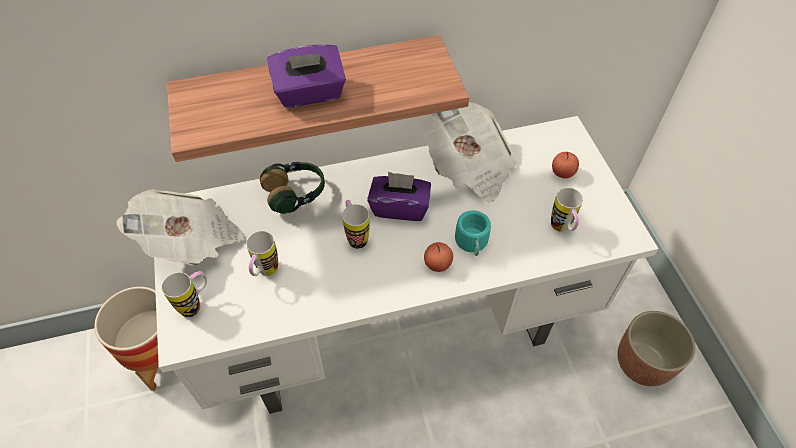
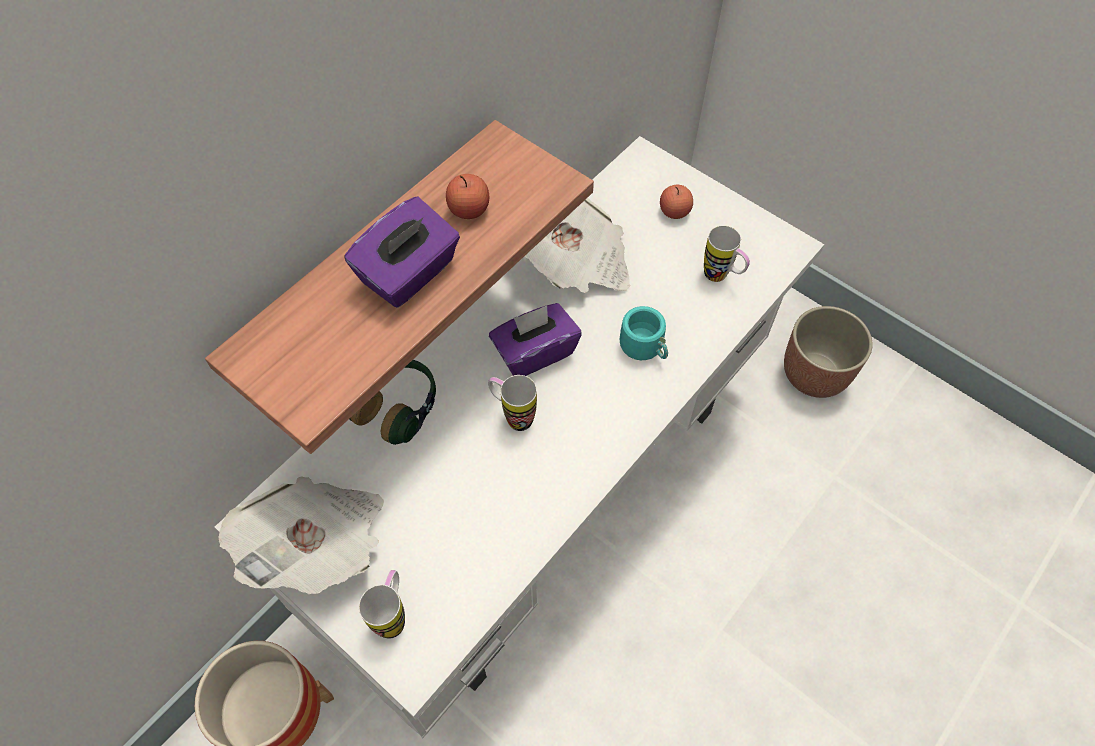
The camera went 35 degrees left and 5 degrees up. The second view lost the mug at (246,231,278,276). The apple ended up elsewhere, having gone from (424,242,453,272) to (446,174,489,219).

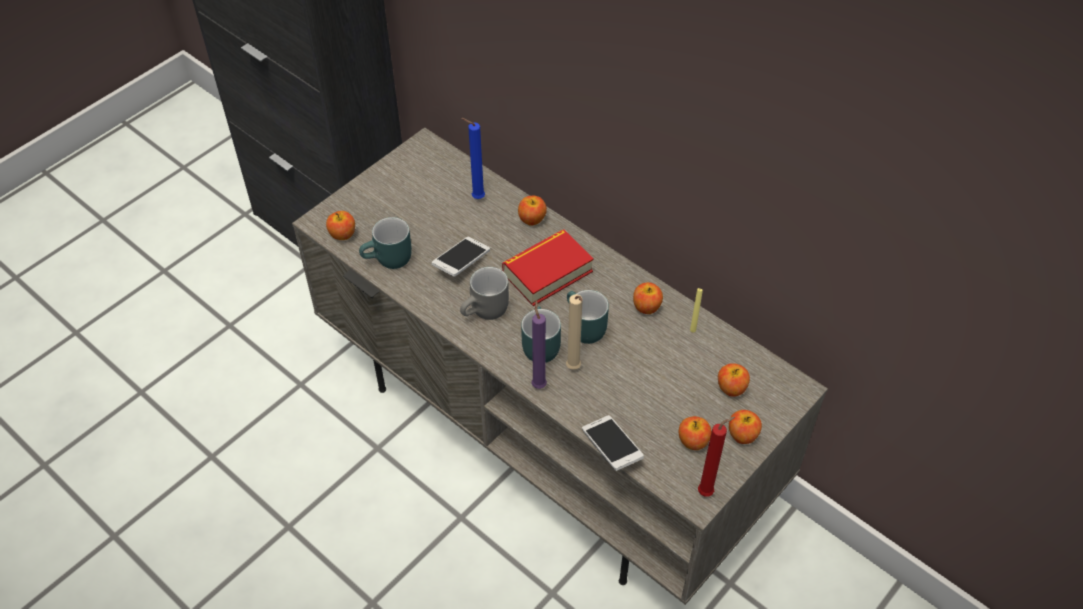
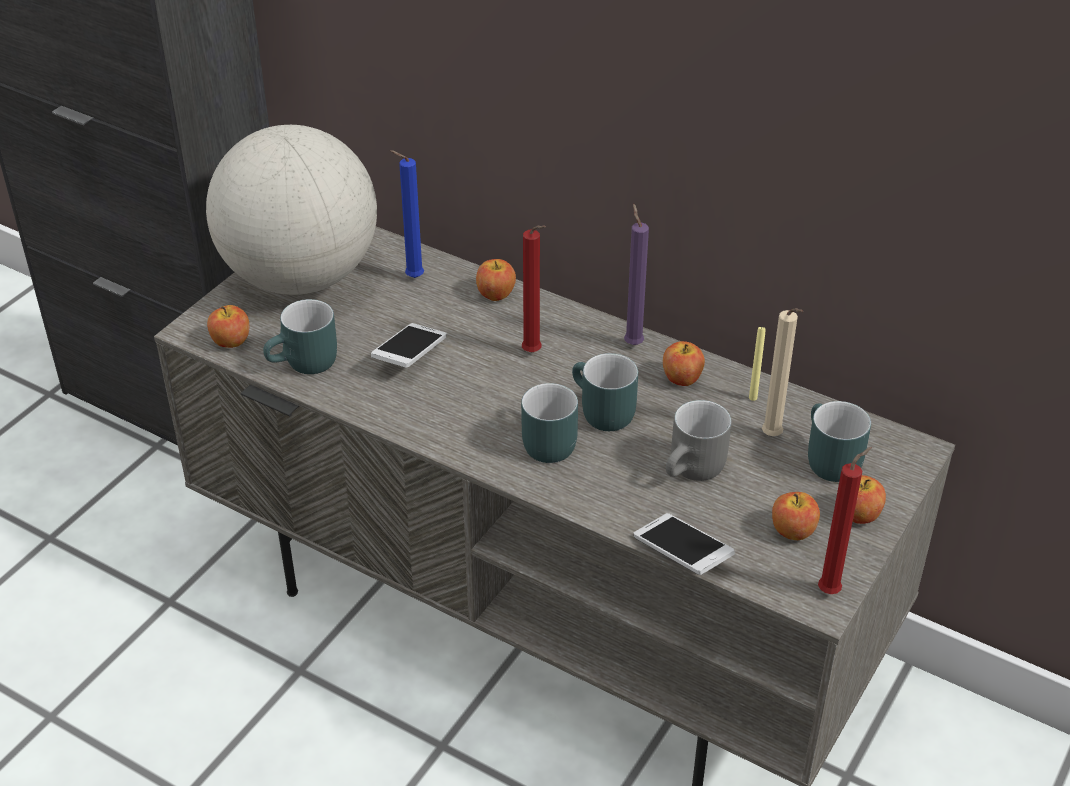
The camera went 10 degrees left and 10 degrees down. The mug (grey) ended up elsewhere, having gone from (460,267,509,320) to (666,400,732,481). Where the book stood at (502,230,594,306), the candle (red) came to stand at (522,226,546,352). The candle (purple) ended up elsewhere, having gone from (531,300,547,389) to (624,203,649,345). The candle (beige) ended up elsewhere, having gone from (566,294,583,370) to (762,308,803,436). Where the apple stood at (718,363,750,397), the mug (turquoise) came to stand at (808,401,871,482). The second view gained the globe at (206,125,377,295).

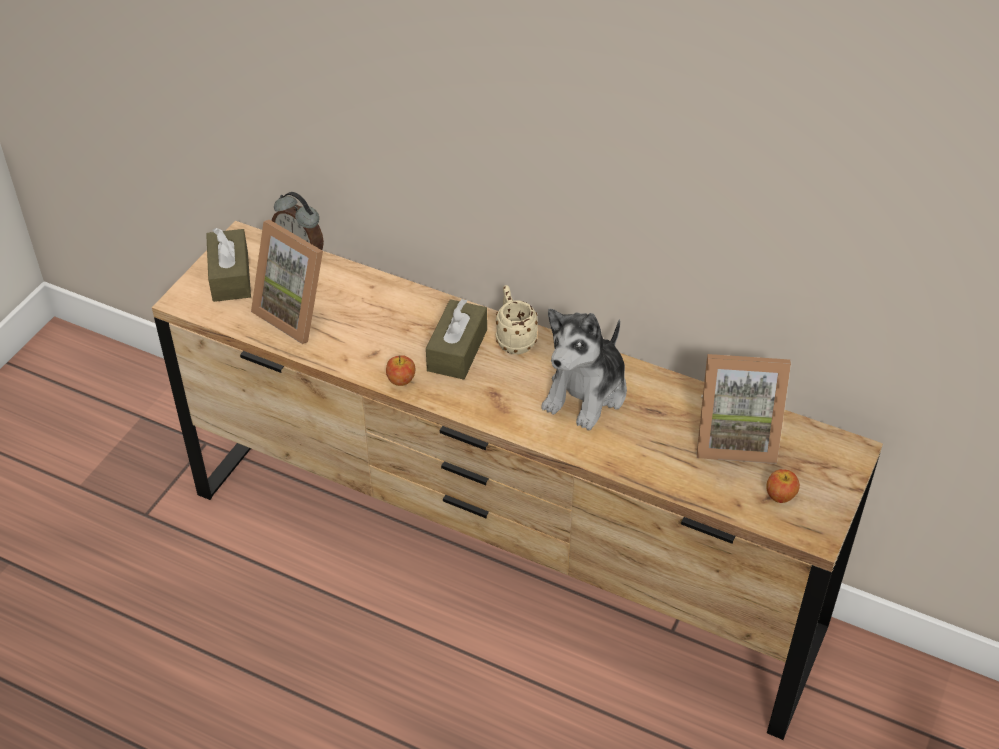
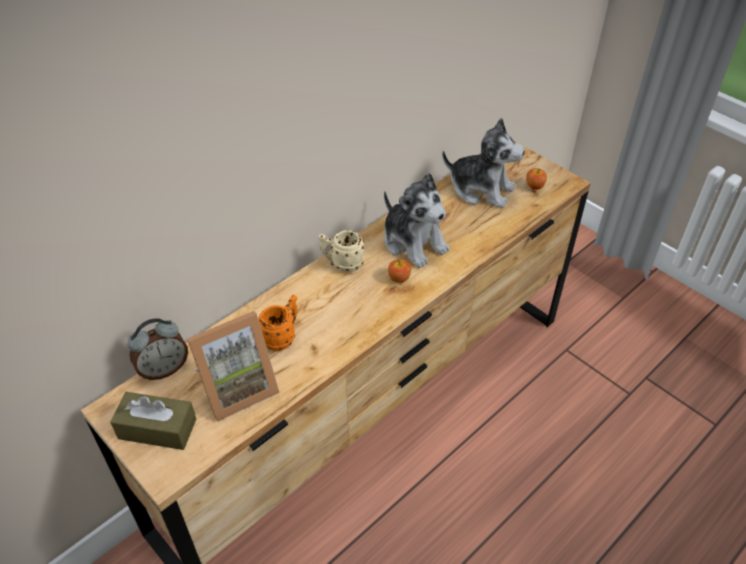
The camera went 70 degrees left and 0 degrees up. The apple ended up elsewhere, having gone from (386,355,416,386) to (388,259,411,283). The second view lost the tissue box (brown) at (426,299,487,380). Where the picture frame stood at (697,354,791,464), the plush toy came to stand at (442,117,525,208). The second view gained the mug (orange) at (258,295,298,351).

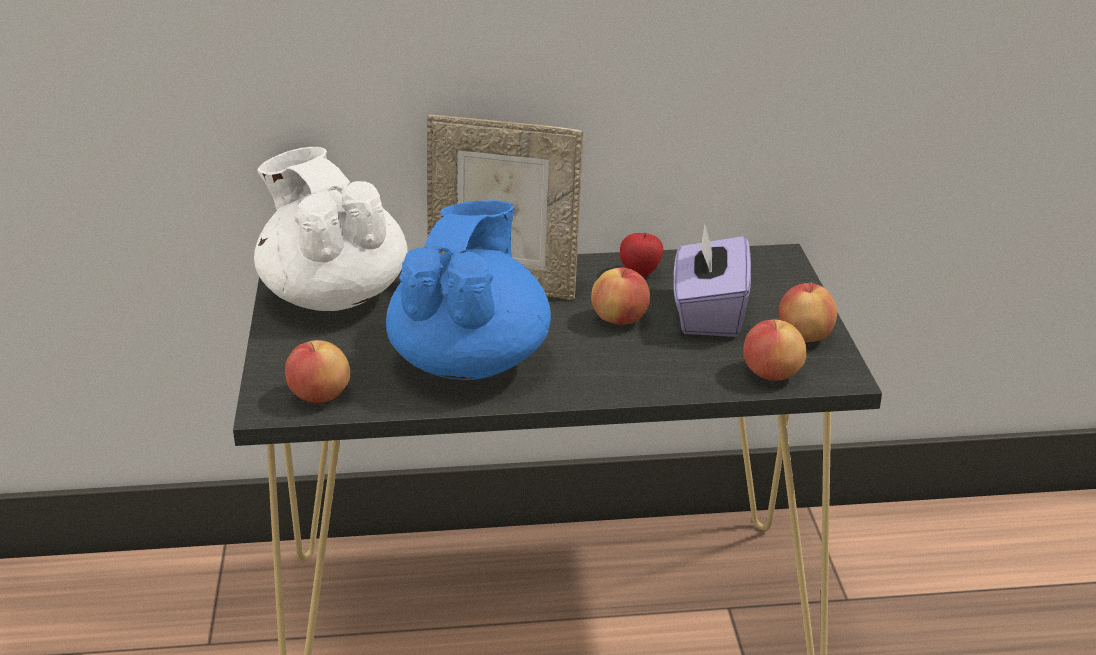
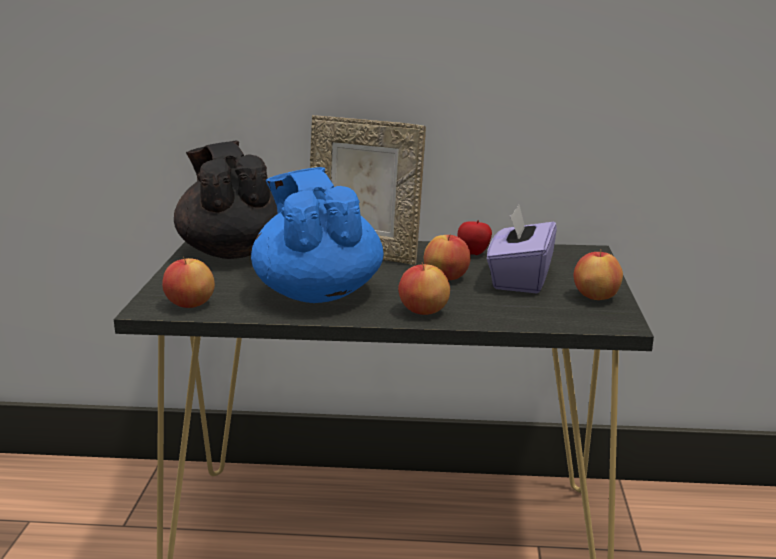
The camera went 10 degrees right and 10 degrees down. What was the teapot (white) at (254,147,408,311) turned into the teapot (black) at (174,141,277,259). The teapot (blue) at (386,200,551,380) ended up facing another way, 45 degrees counterclockwise from before. The apple ended up elsewhere, having gone from (743,319,807,381) to (398,263,450,315).

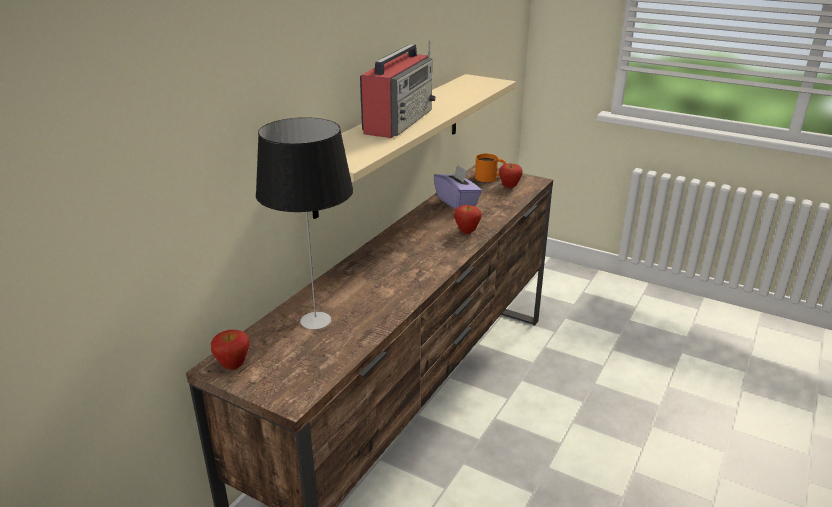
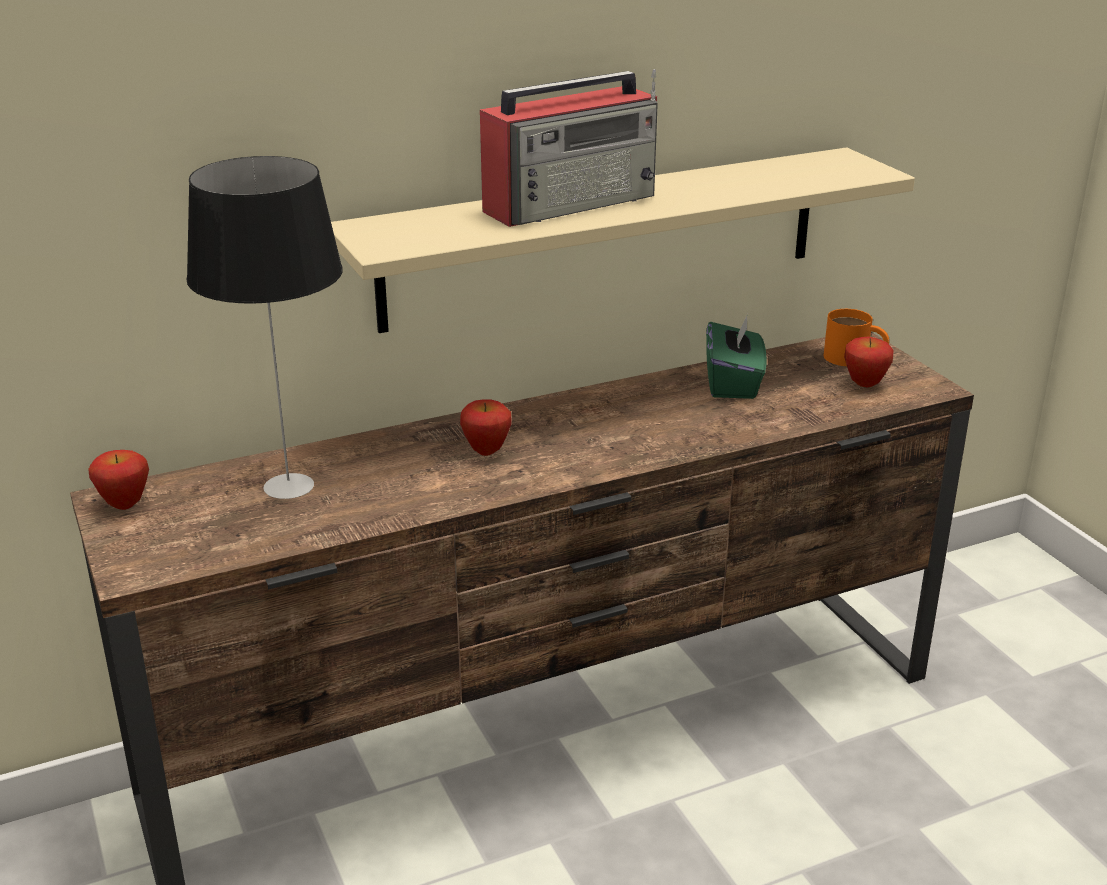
The camera went 35 degrees right and 0 degrees up. What was the tissue box (purple) at (434,165,482,209) turned into the tissue box (green) at (706,314,767,399). The apple ended up elsewhere, having gone from (454,205,482,234) to (460,399,511,456).

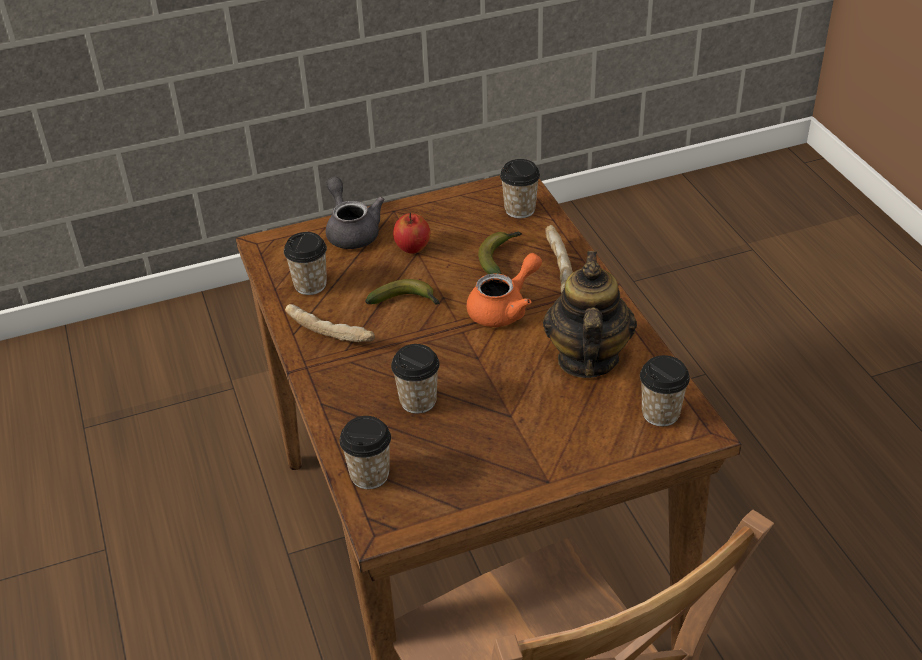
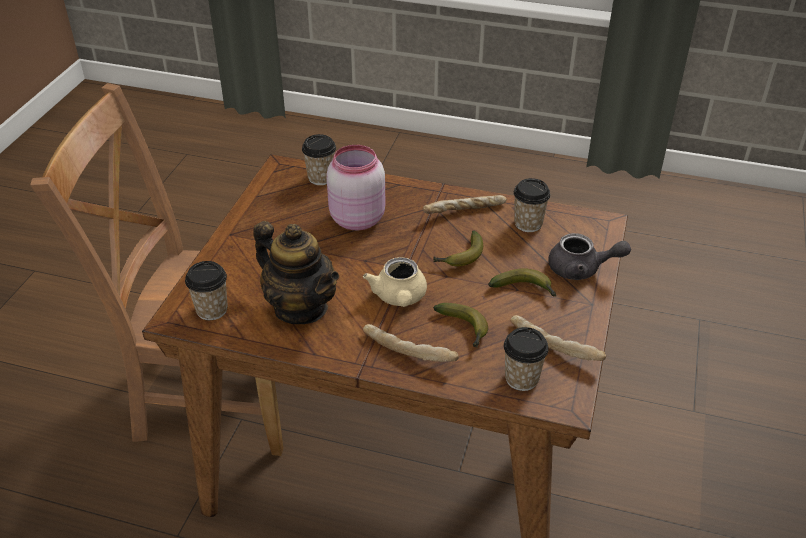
The camera went 125 degrees right and 0 degrees up. Where the cup stood at (391,344,440,414), the jar (pink) came to stand at (326,145,385,230). Where the apple stood at (393,212,430,254), the banana came to stand at (488,268,556,297). What was the teapot (orange) at (467,253,542,327) turned into the teapot (beige) at (363,257,427,307). The second view gained the bread at (511,315,606,361).

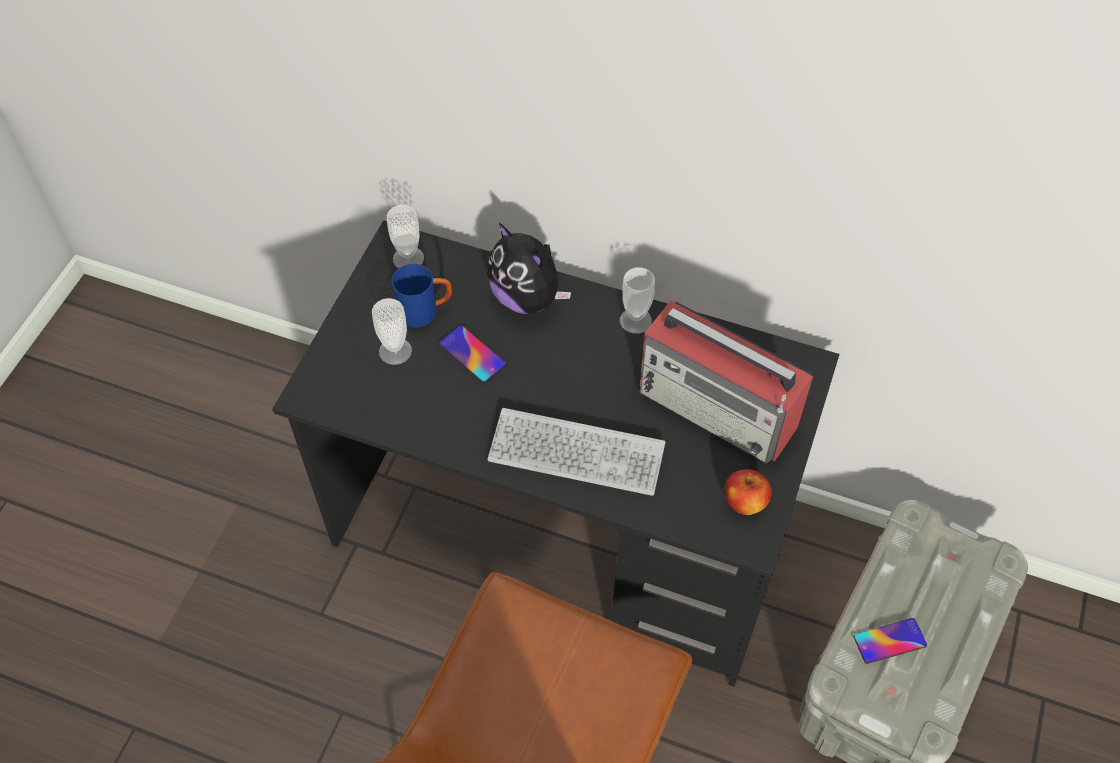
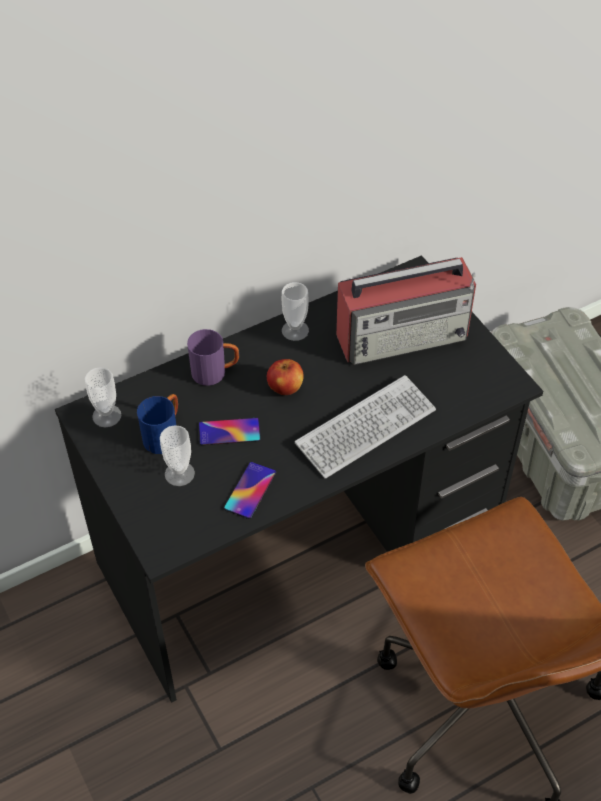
The camera went 50 degrees left and 5 degrees down. Where the plush toy stood at (487,223,571,314), the mug (purple) came to stand at (187,329,239,386). The apple ended up elsewhere, having gone from (725,469,772,515) to (267,359,304,395). The phone ended up elsewhere, having gone from (853,618,927,664) to (224,462,276,519).

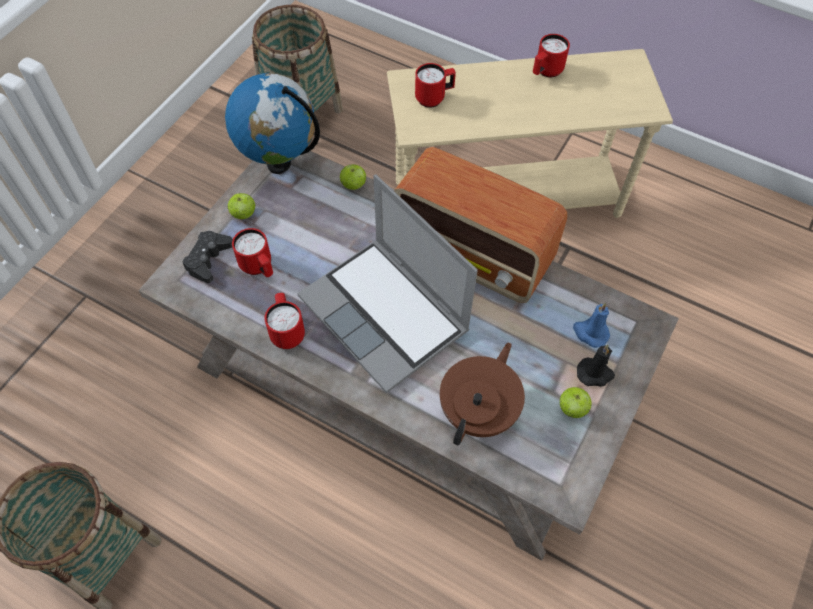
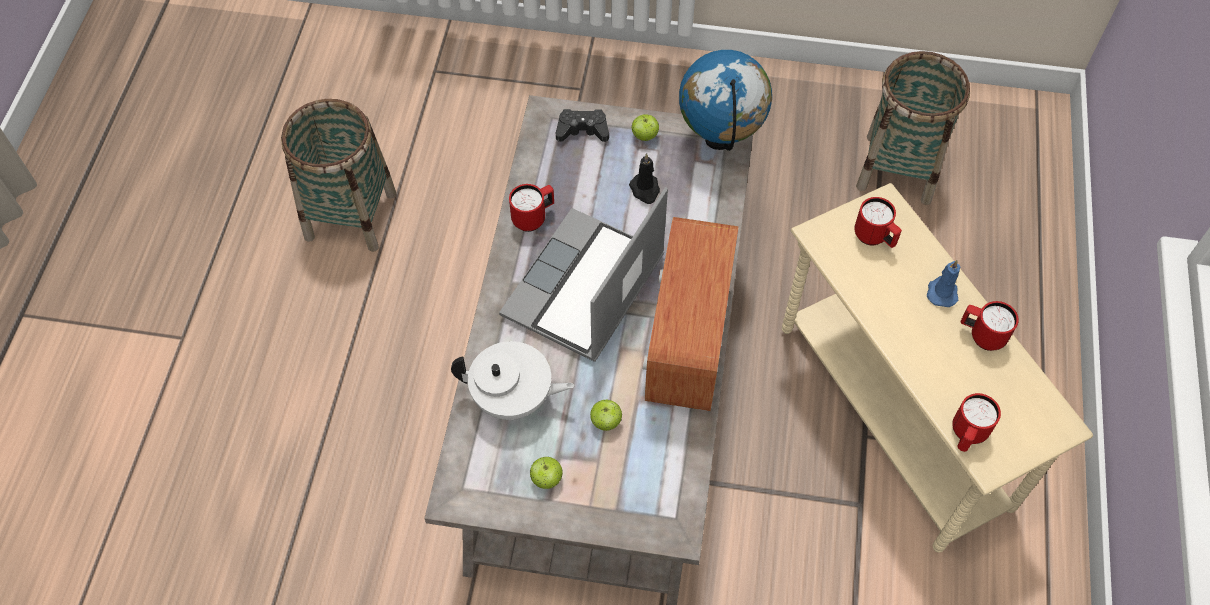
The camera went 70 degrees right and 0 degrees up. The mug (red) ended up elsewhere, having gone from (232,228,273,277) to (952,393,1001,452). The apple ended up elsewhere, having gone from (340,164,366,190) to (590,400,622,431). What was the teapot (brown) at (440,342,525,446) turned into the teapot (white) at (451,341,575,420). The candle (blue) ended up elsewhere, having gone from (573,302,610,348) to (927,260,960,307). The candle (black) ended up elsewhere, having gone from (577,344,615,387) to (629,153,660,204).

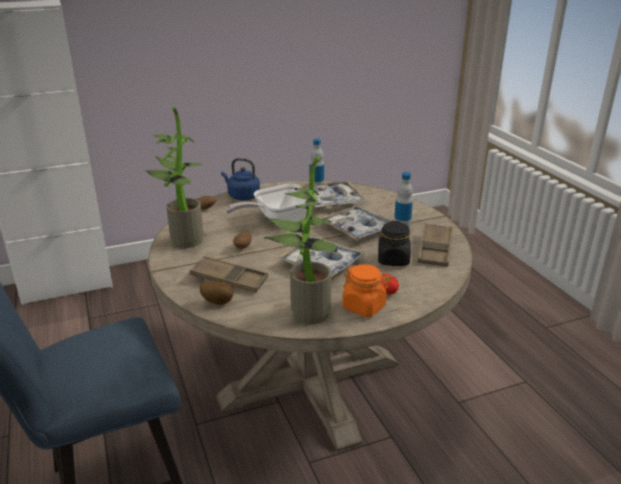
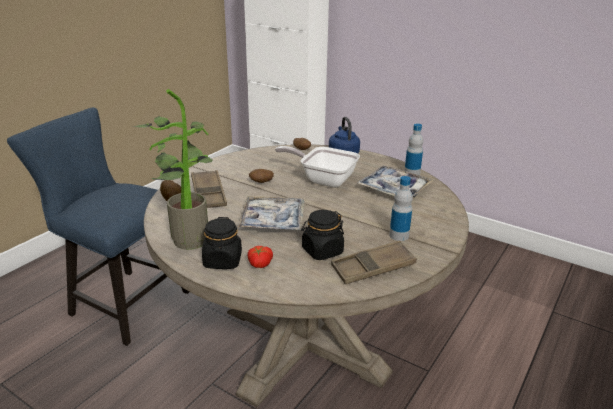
The camera went 55 degrees right and 0 degrees up. The second view lost the potted plant at (146,107,203,248). The second view lost the tray at (320,206,392,241). What was the jar (orange) at (342,264,388,317) turned into the jar (black) at (202,217,242,269).

